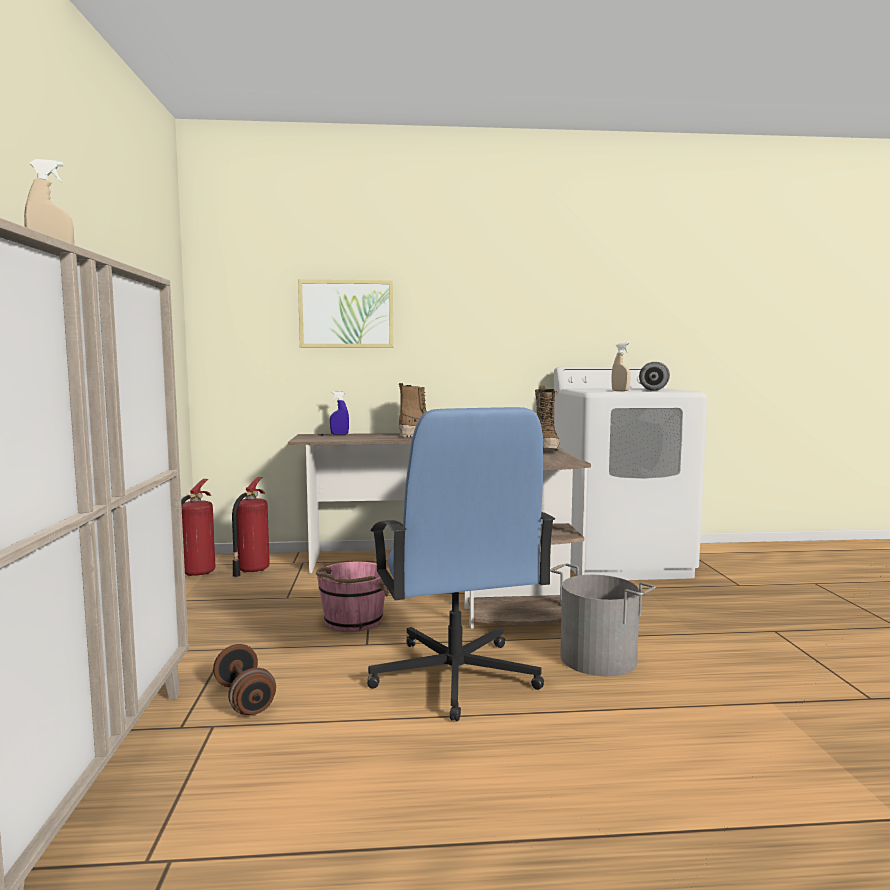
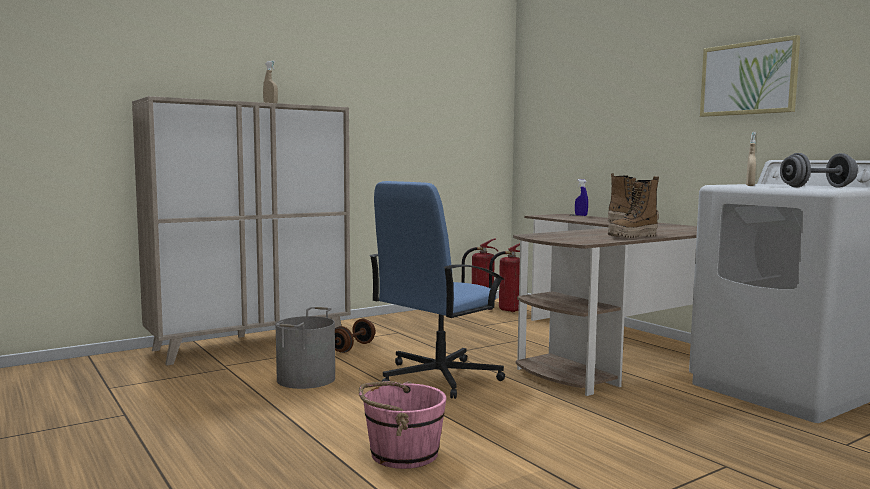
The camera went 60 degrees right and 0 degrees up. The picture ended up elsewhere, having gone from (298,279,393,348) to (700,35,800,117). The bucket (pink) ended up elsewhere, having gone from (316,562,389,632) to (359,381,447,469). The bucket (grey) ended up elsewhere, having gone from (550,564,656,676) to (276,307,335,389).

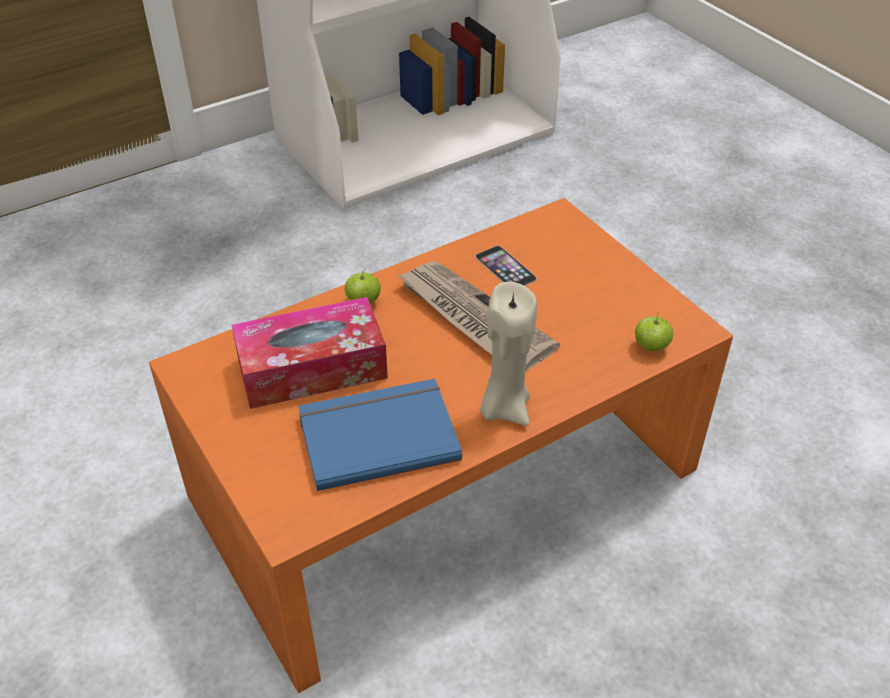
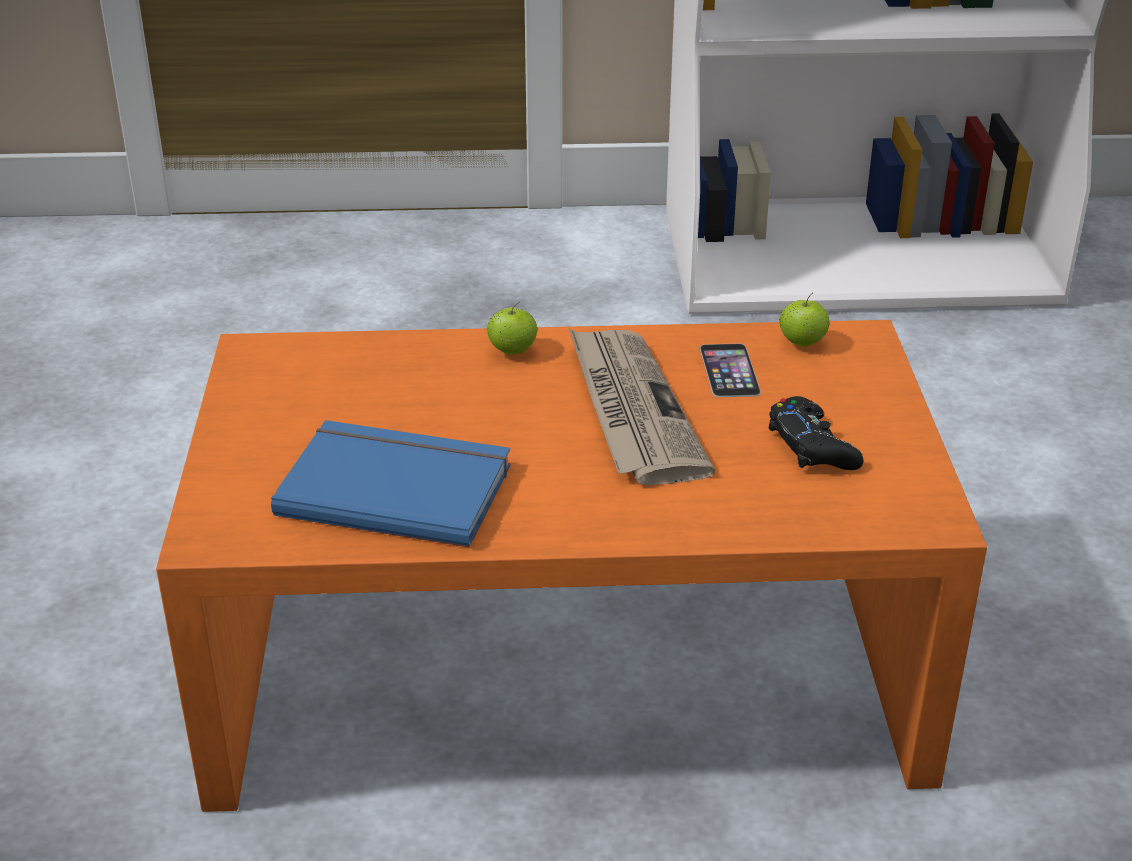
The camera went 30 degrees right and 10 degrees down. The second view lost the tissue box at (232,297,388,409). The second view lost the candle (beige) at (480,282,537,426). The apple ended up elsewhere, having gone from (635,312,673,351) to (779,293,830,347). The second view gained the game controller (black) at (769,396,863,470).

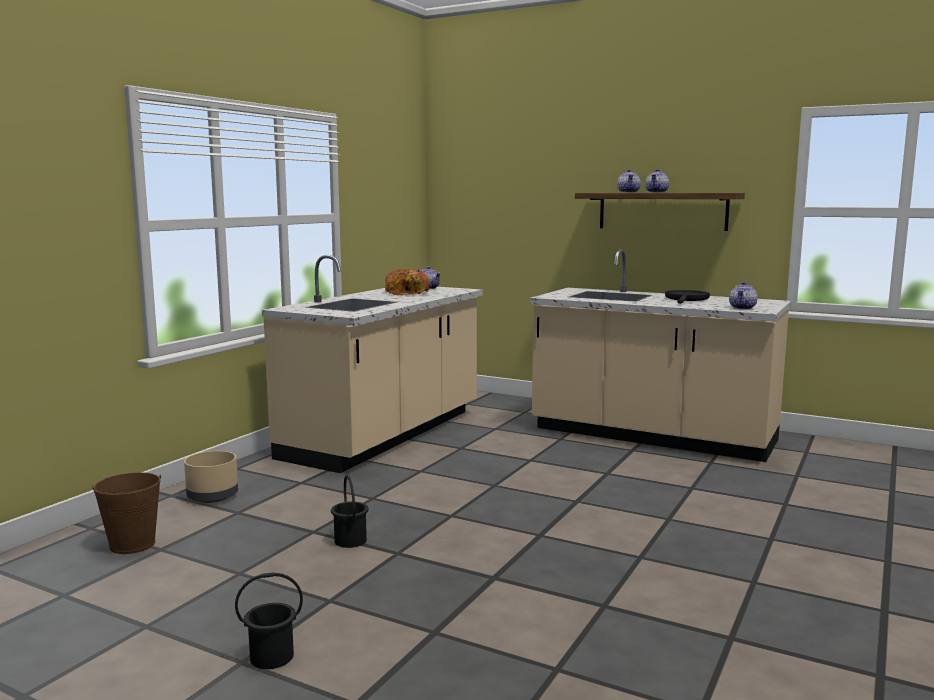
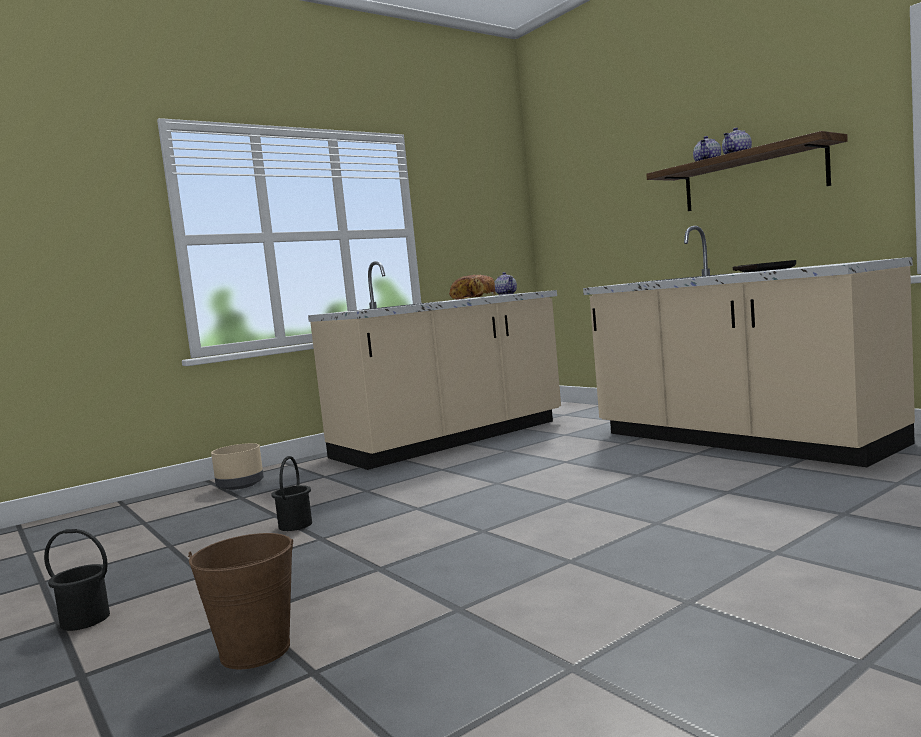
The camera went 25 degrees right and 5 degrees down. The bucket (brown) ended up elsewhere, having gone from (92,472,161,554) to (188,533,293,669). The second view lost the teapot at (729,282,758,309).

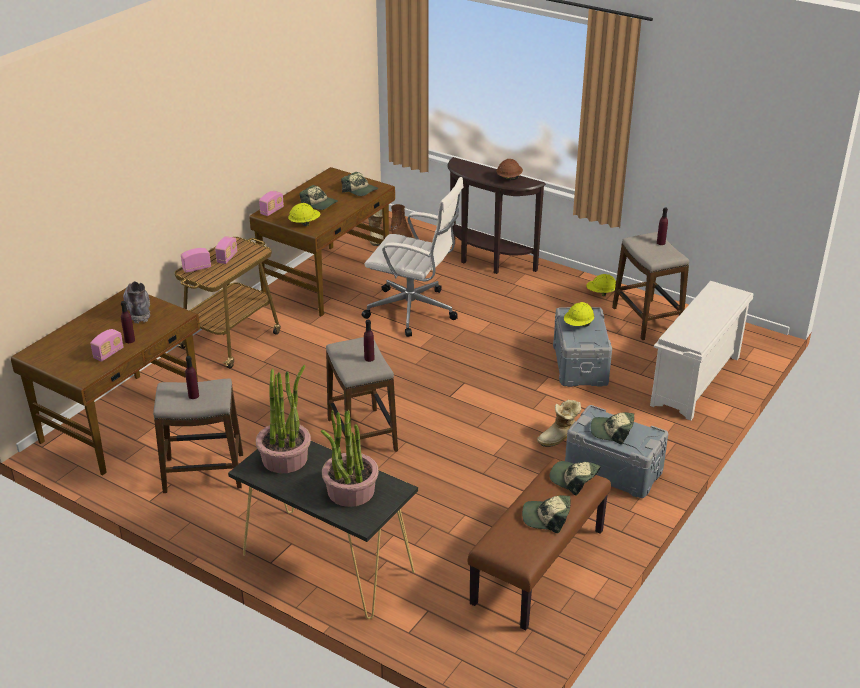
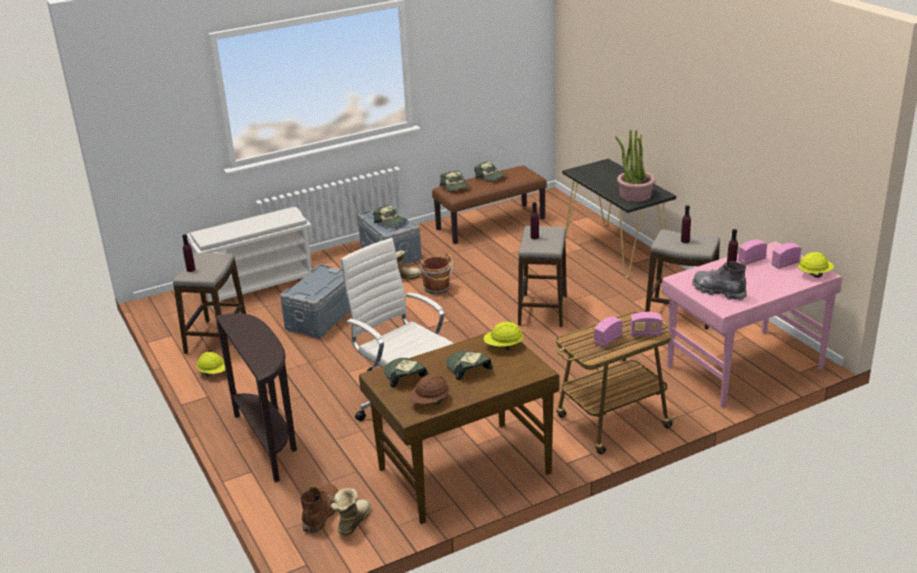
The camera went 150 degrees left and 5 degrees down. What was the desk (brown) at (11,288,200,475) turned into the desk (pink) at (662,241,842,408). The boot (grey) at (123,281,150,323) ended up facing another way, 120 degrees clockwise from before. The radio ended up elsewhere, having gone from (259,191,284,216) to (772,243,801,269). The second view lost the potted plant at (321,410,379,507). The hard hat (brown) ended up elsewhere, having gone from (497,159,523,180) to (409,374,449,405). The hard hat (yellow) ended up elsewhere, having gone from (564,302,594,326) to (798,252,834,278). The second view gained the bucket (brown) at (419,253,453,294).

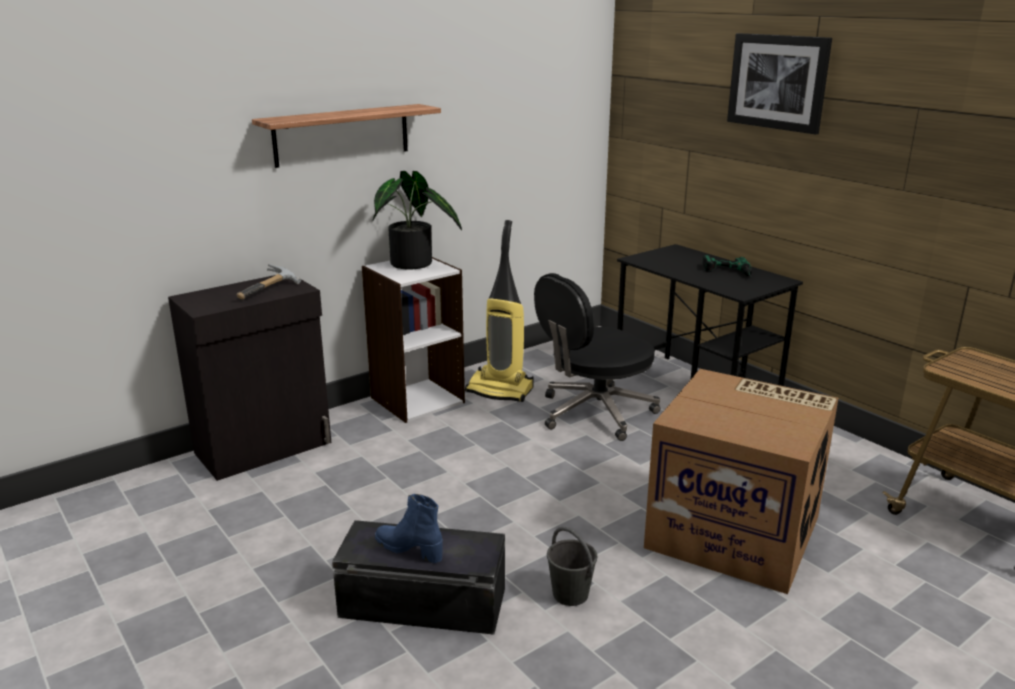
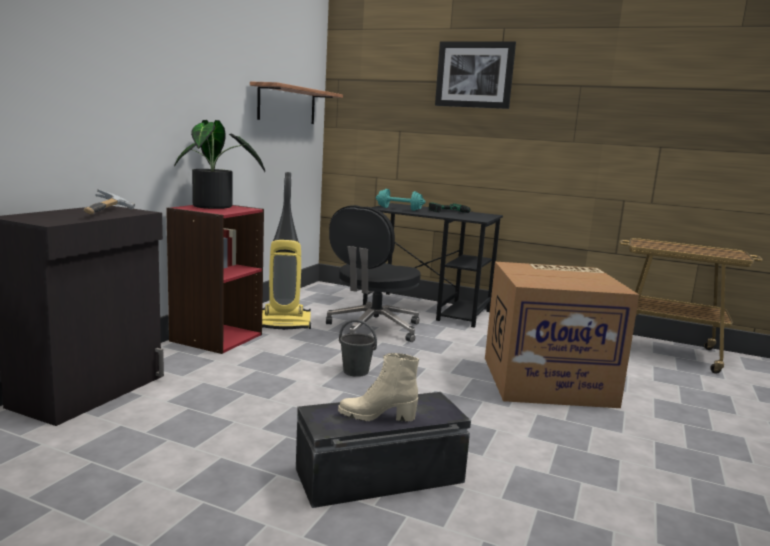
The camera went 30 degrees left and 10 degrees down. The shelf ended up elsewhere, having gone from (252,104,441,168) to (250,81,343,124). What was the bookcase (white) at (362,257,465,423) turned into the bookcase (red) at (166,205,264,354). What was the boot (blue) at (375,494,443,563) turned into the boot (beige) at (338,353,419,422). The bucket (grey) ended up elsewhere, having gone from (547,527,597,606) to (339,319,377,377). The second view gained the dumbbell (turquoise) at (376,189,426,211).

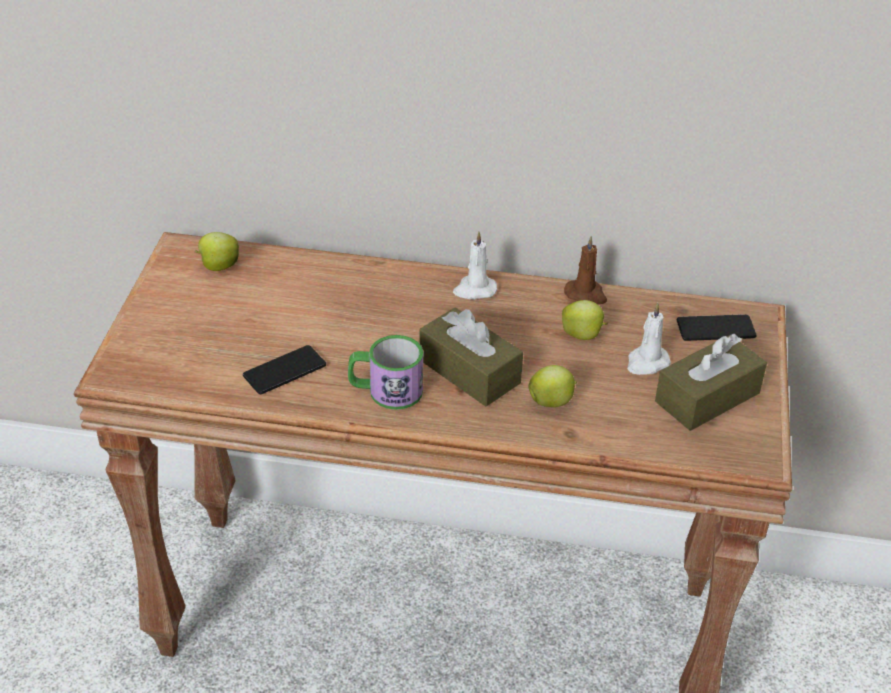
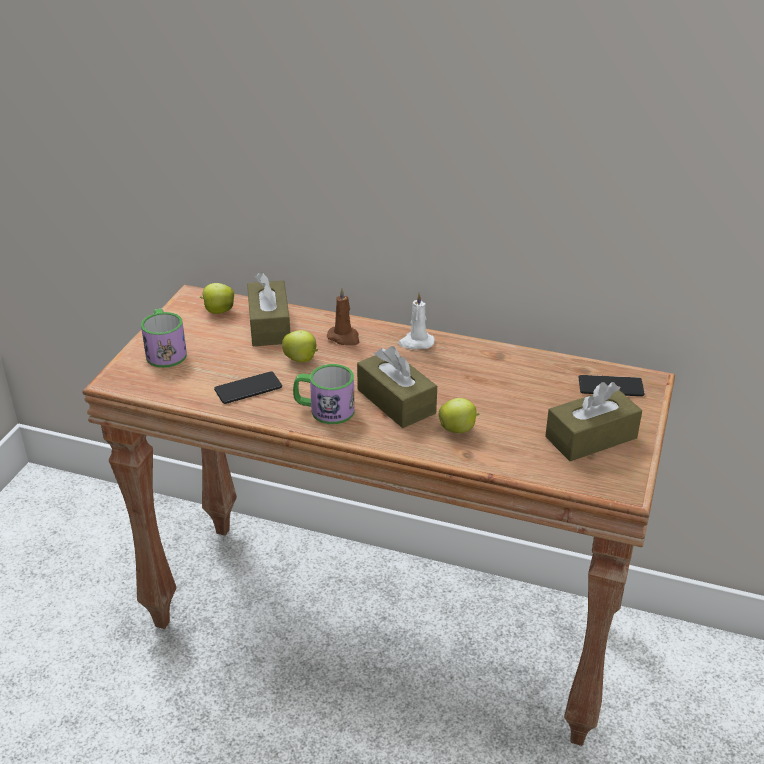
The camera went 10 degrees right and 5 degrees down. The apple ended up elsewhere, having gone from (562,300,608,340) to (282,330,318,362). The candle (brown) ended up elsewhere, having gone from (564,236,607,304) to (327,288,360,345). The second view lost the candle (white) at (627,303,671,375). The second view gained the mug at (141,308,187,368). The second view gained the tissue box (brown) at (247,272,290,346).

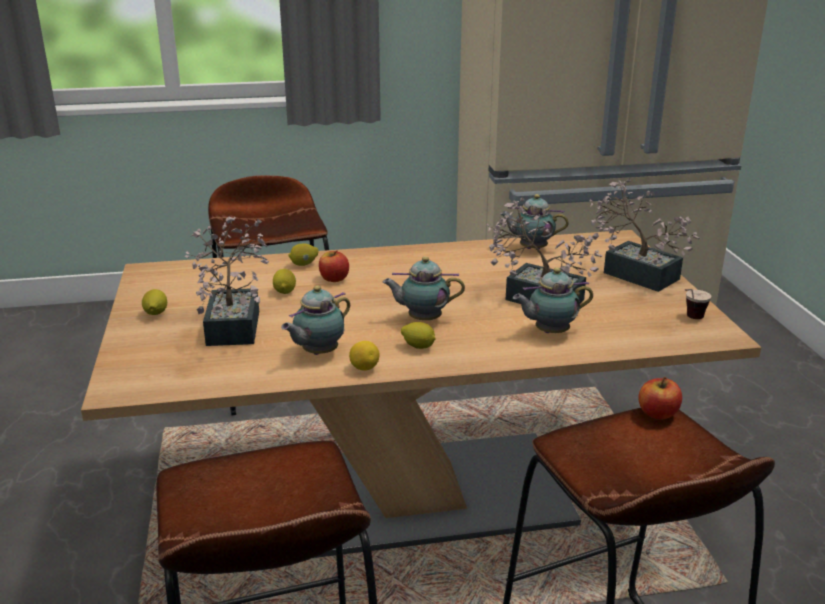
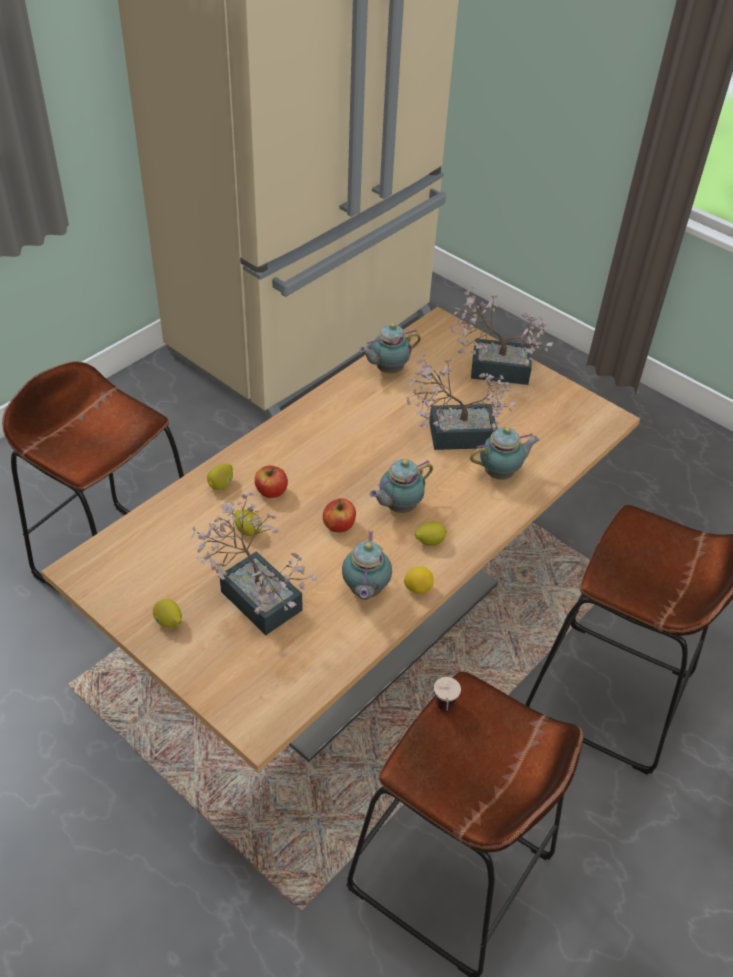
The camera went 40 degrees left and 20 degrees up. The teapot at (513,268,593,333) ended up facing another way, 150 degrees counterclockwise from before. The apple ended up elsewhere, having gone from (639,377,682,420) to (323,498,356,532). The cup ended up elsewhere, having gone from (685,289,711,319) to (434,677,461,710).

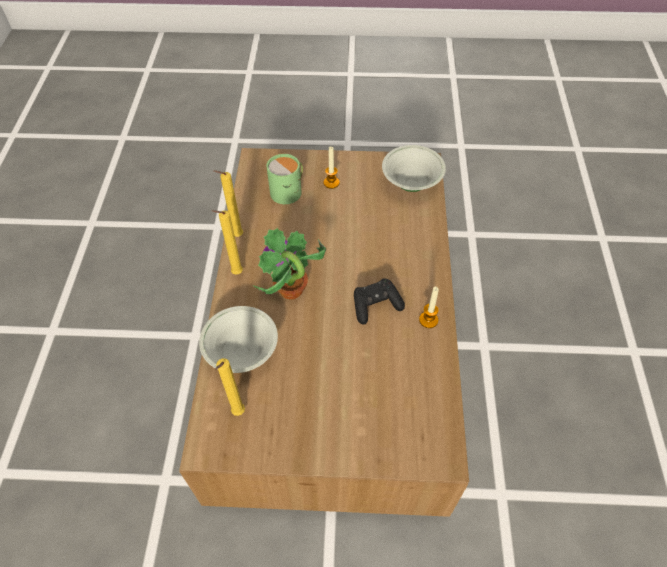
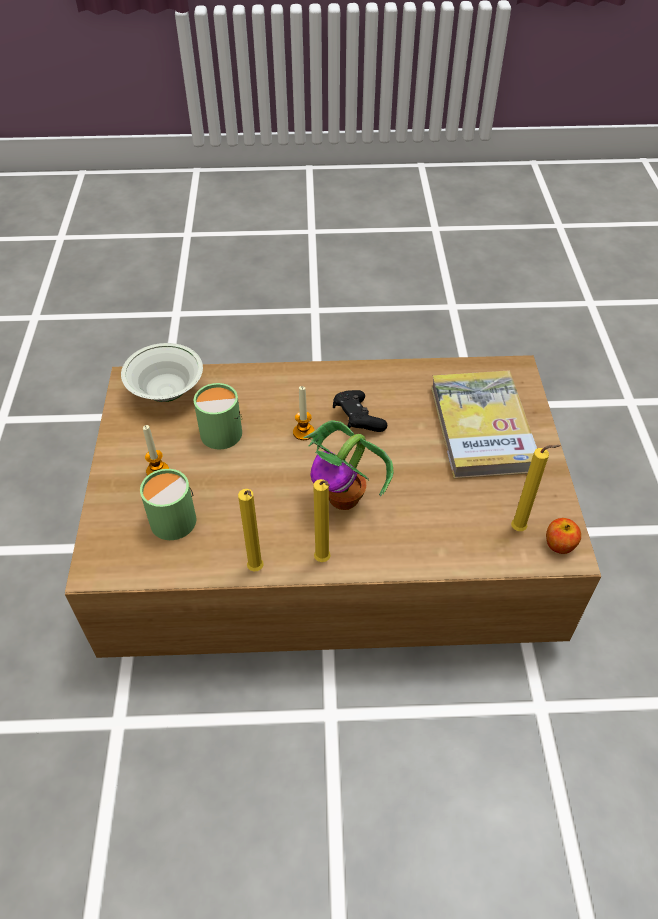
The camera went 95 degrees left and 5 degrees down. The second view lost the bowl (white) at (199,306,278,373). The candle ended up elsewhere, having gone from (419,287,439,328) to (293,386,315,440). The second view gained the mug (green) at (194,383,242,449). The second view gained the book at (431,371,537,479). The second view gained the apple at (546,518,581,554).

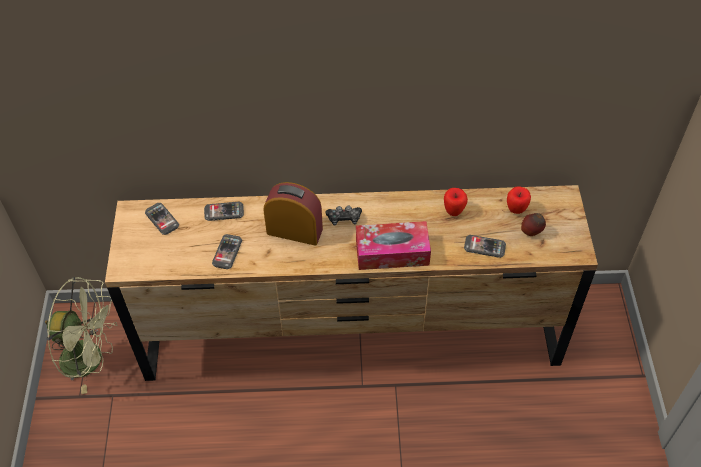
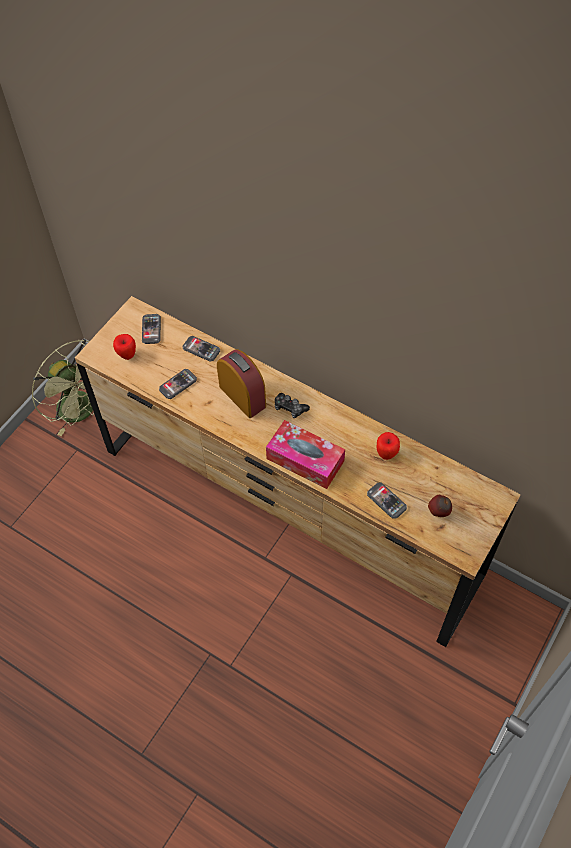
The camera went 35 degrees right and 5 degrees up. The apple ended up elsewhere, having gone from (507,186,531,214) to (113,334,136,360).

